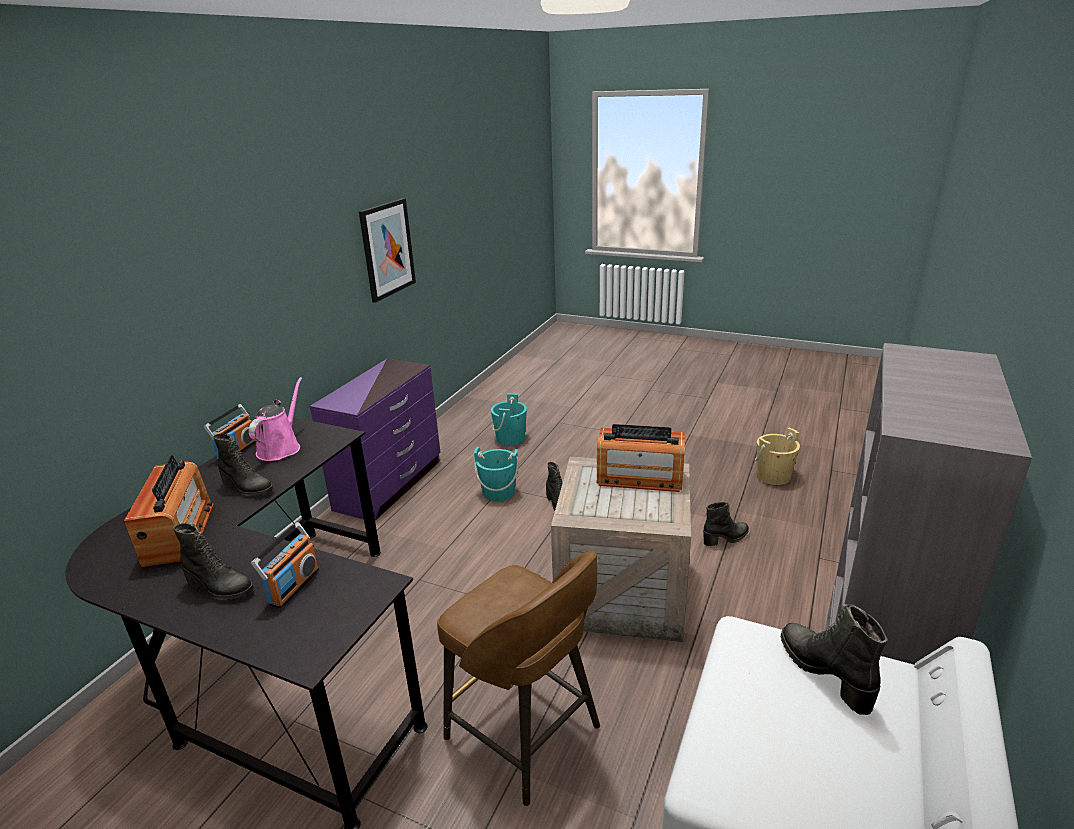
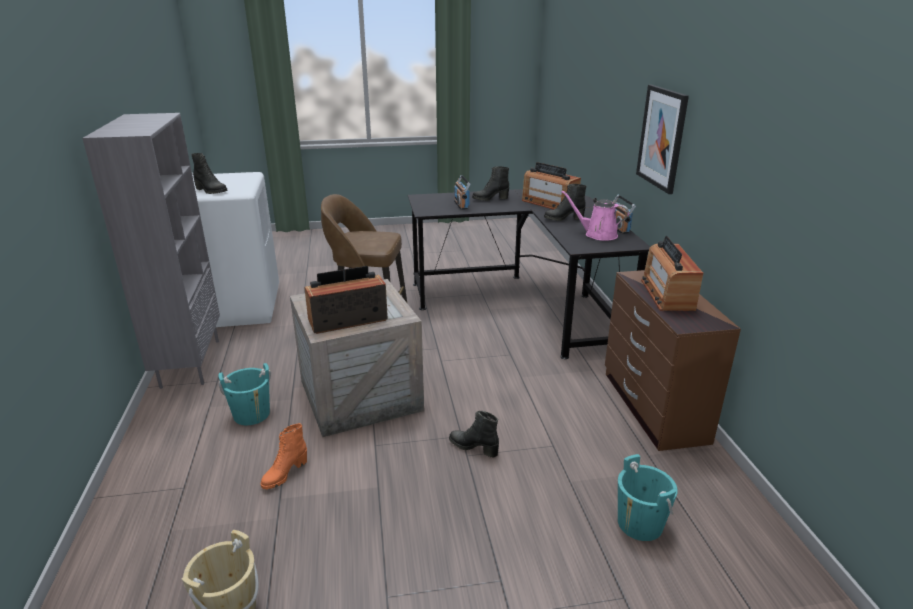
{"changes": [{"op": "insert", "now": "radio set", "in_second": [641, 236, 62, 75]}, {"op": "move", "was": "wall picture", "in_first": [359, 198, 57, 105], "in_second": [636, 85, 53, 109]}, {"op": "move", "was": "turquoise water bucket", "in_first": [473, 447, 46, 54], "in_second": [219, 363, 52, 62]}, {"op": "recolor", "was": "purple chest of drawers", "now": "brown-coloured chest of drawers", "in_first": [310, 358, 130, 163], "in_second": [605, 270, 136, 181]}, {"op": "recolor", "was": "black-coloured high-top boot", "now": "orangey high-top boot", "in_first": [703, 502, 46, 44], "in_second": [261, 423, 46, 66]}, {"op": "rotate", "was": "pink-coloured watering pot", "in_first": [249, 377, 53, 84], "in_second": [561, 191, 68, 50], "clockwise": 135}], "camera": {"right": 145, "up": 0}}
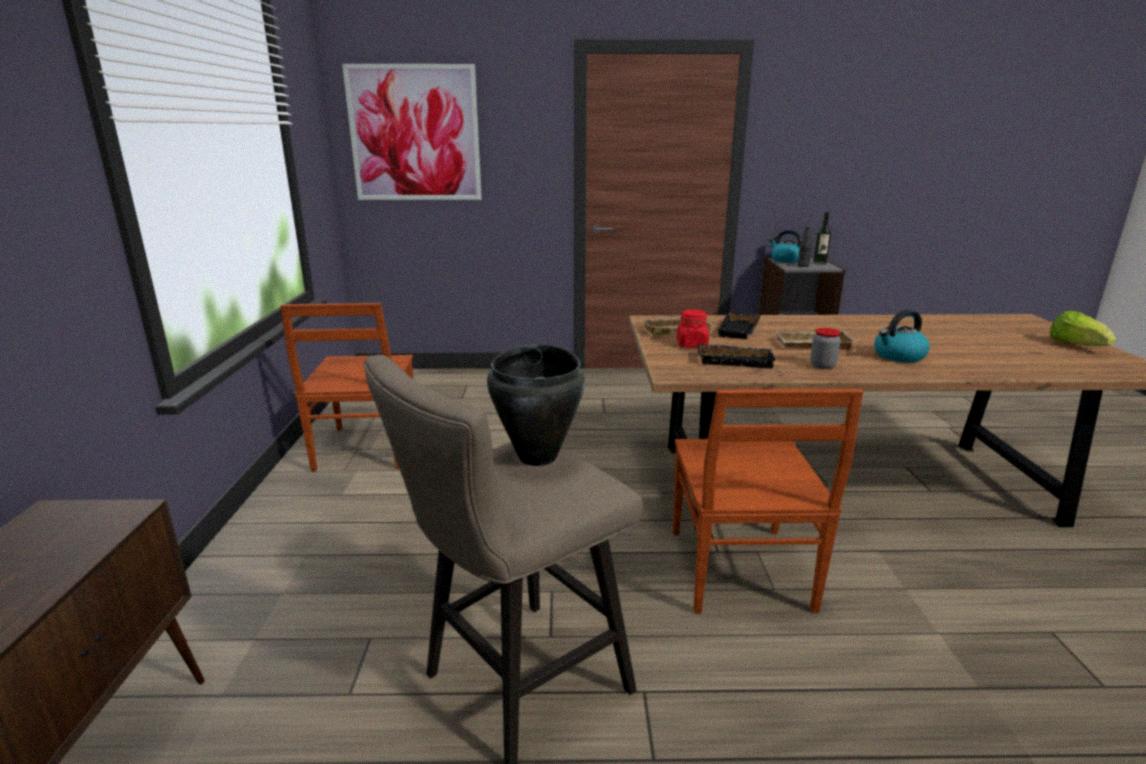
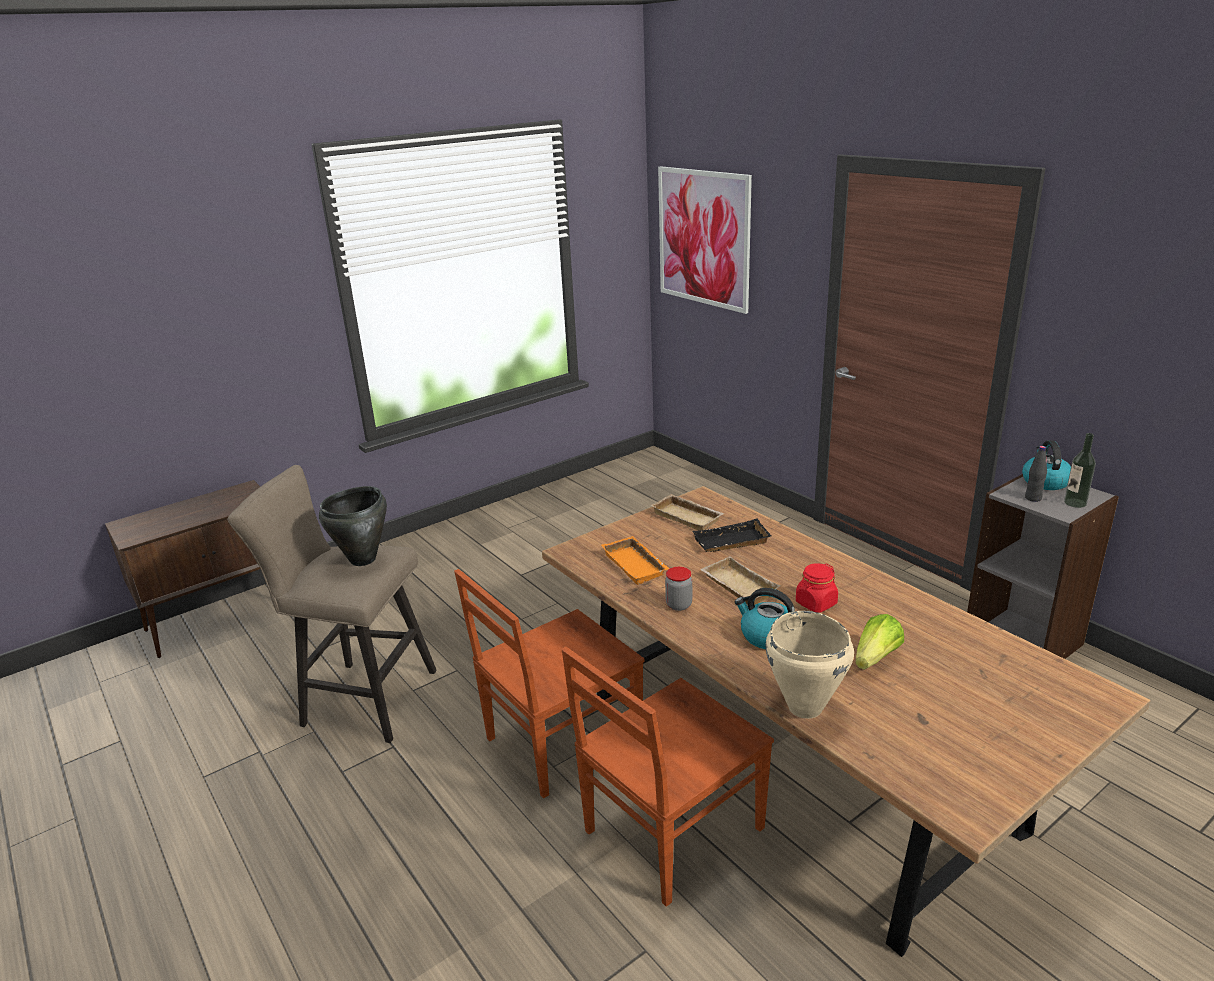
{"changes": [{"op": "insert", "now": "sand-coloured saucepot", "in_second": [765, 611, 89, 108]}, {"op": "move", "was": "brown-coloured chair", "in_first": [280, 303, 133, 169], "in_second": [561, 647, 213, 260]}, {"op": "move", "was": "red-coloured storage jar", "in_first": [676, 309, 33, 39], "in_second": [796, 563, 42, 50]}, {"op": "move", "was": "head of lettuce", "in_first": [1050, 311, 66, 35], "in_second": [855, 614, 49, 56]}, {"op": "recolor", "was": "black-coloured carrying tray", "now": "orangey carrying tray", "in_first": [697, 344, 80, 24], "in_second": [601, 536, 68, 49]}], "camera": {"right": 55, "up": 5}}
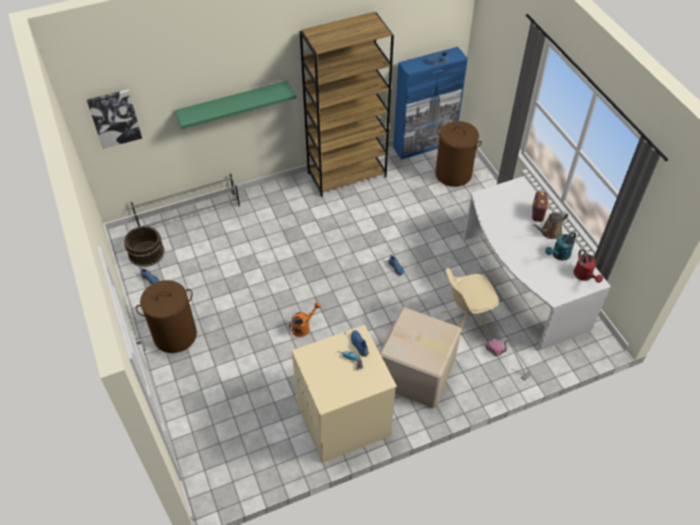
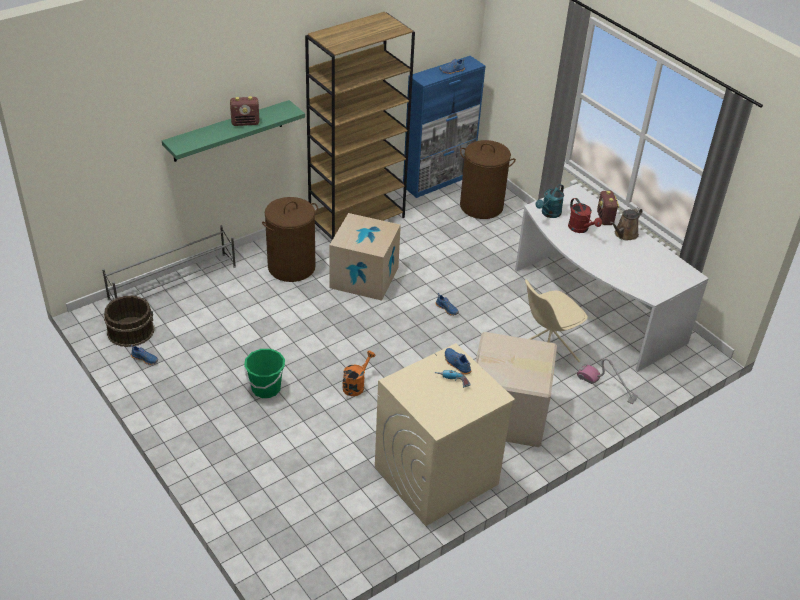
{"changes": [{"op": "delete", "was": "wall picture", "in_first": [87, 89, 55, 60]}, {"op": "insert", "now": "radio set", "in_second": [230, 96, 30, 30]}, {"op": "insert", "now": "greenish water bucket", "in_second": [244, 349, 41, 49]}, {"op": "insert", "now": "packing box", "in_second": [329, 213, 72, 88]}, {"op": "move", "was": "brown-coloured laundry basket", "in_first": [136, 280, 61, 73], "in_second": [262, 197, 56, 85]}, {"op": "move", "was": "turquoise watering pot", "in_first": [545, 232, 31, 29], "in_second": [536, 184, 28, 34]}, {"op": "move", "was": "red-coloured watering pot", "in_first": [574, 249, 29, 34], "in_second": [568, 198, 34, 35]}], "camera": {"right": -15, "up": -10}}
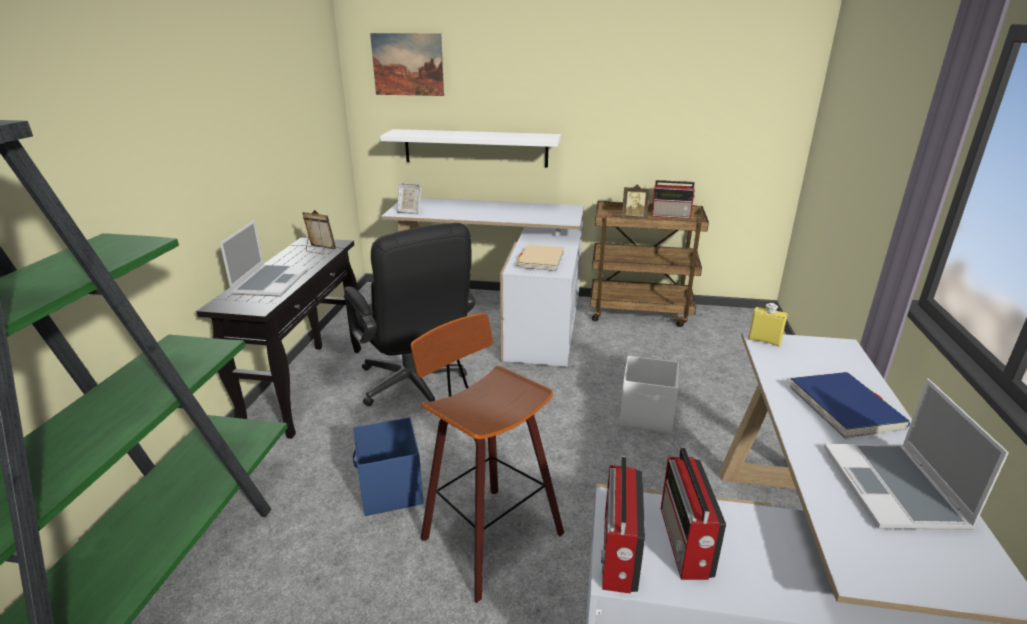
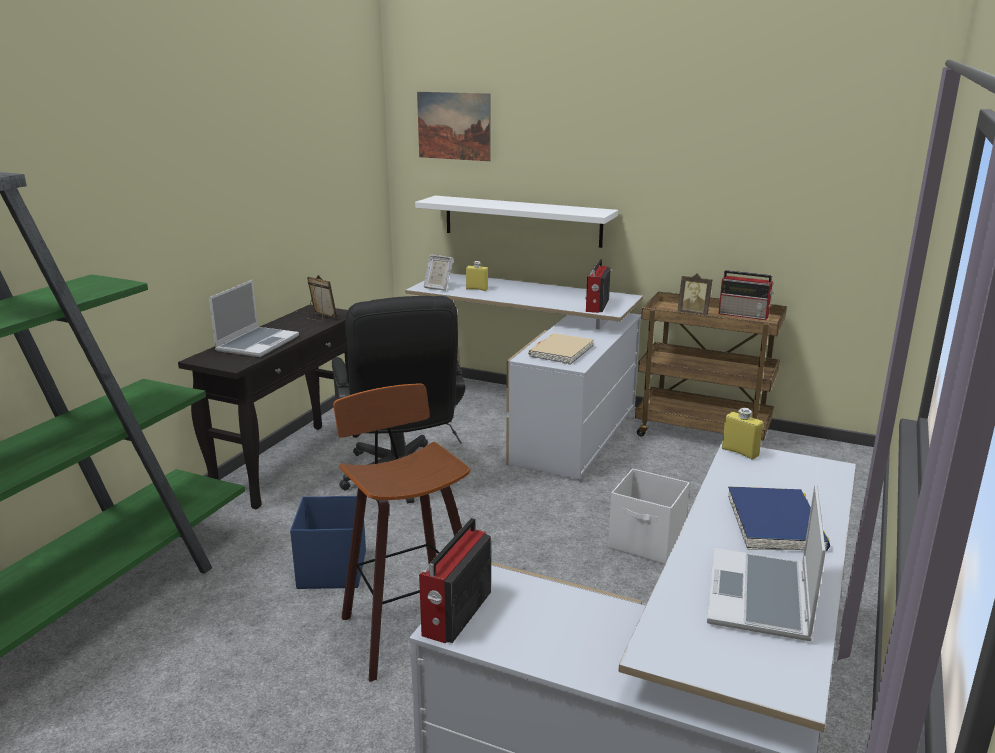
{"changes": [{"op": "insert", "now": "yellow beverage bottle", "in_second": [466, 261, 22, 30]}, {"op": "move", "was": "radio set", "in_first": [661, 447, 65, 133], "in_second": [586, 259, 25, 54]}], "camera": {"right": 15, "up": -5}}
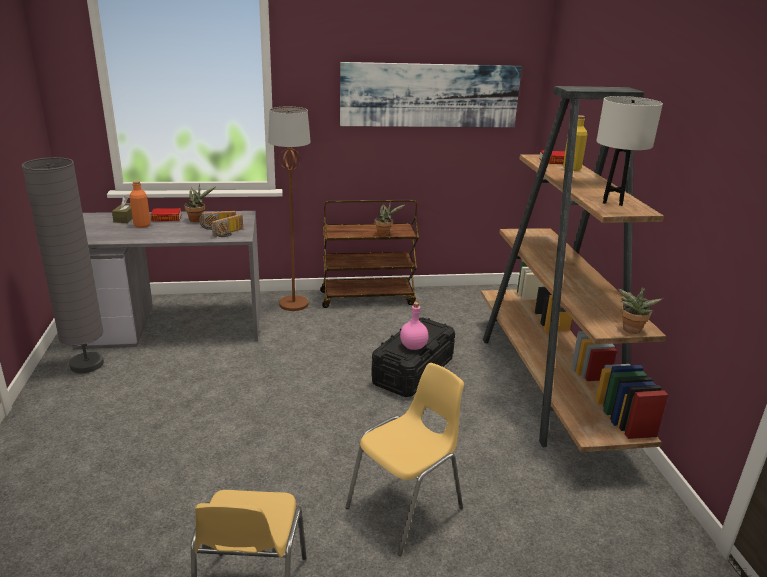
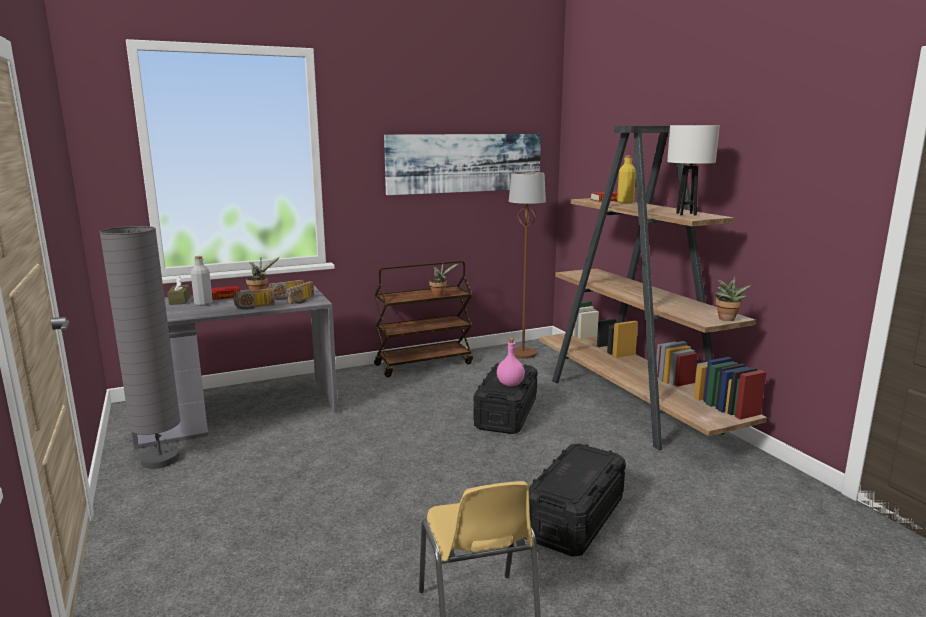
{"changes": [{"op": "insert", "now": "radio set", "in_second": [233, 288, 42, 21]}, {"op": "move", "was": "brown-coloured floor lamp", "in_first": [268, 107, 43, 204], "in_second": [509, 172, 37, 187]}, {"op": "replace", "was": "yellow chair", "now": "black-coloured storage box", "in_first": [345, 363, 119, 193], "in_second": [524, 443, 102, 114]}, {"op": "recolor", "was": "orangey beverage bottle", "now": "greyish beverage bottle", "in_first": [130, 181, 21, 47], "in_second": [191, 256, 22, 50]}], "camera": {"right": -15, "up": -10}}
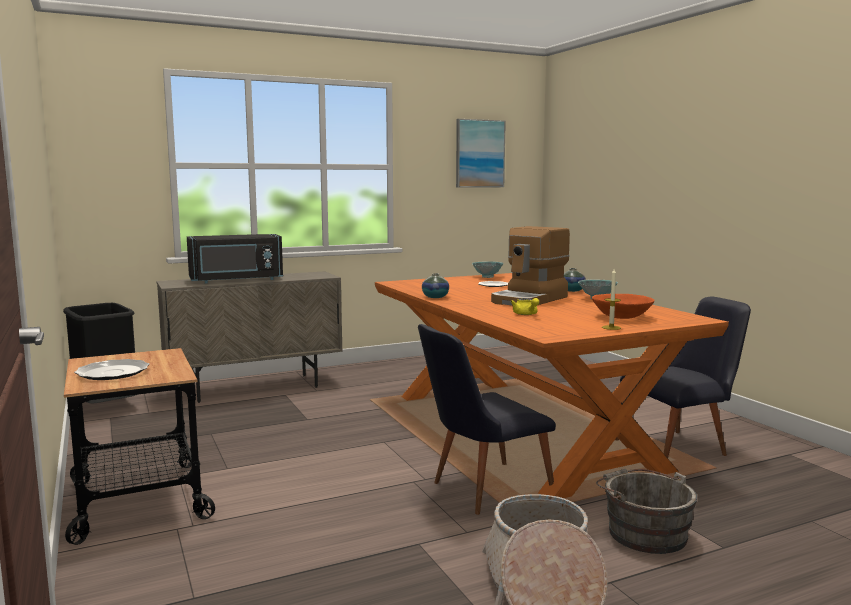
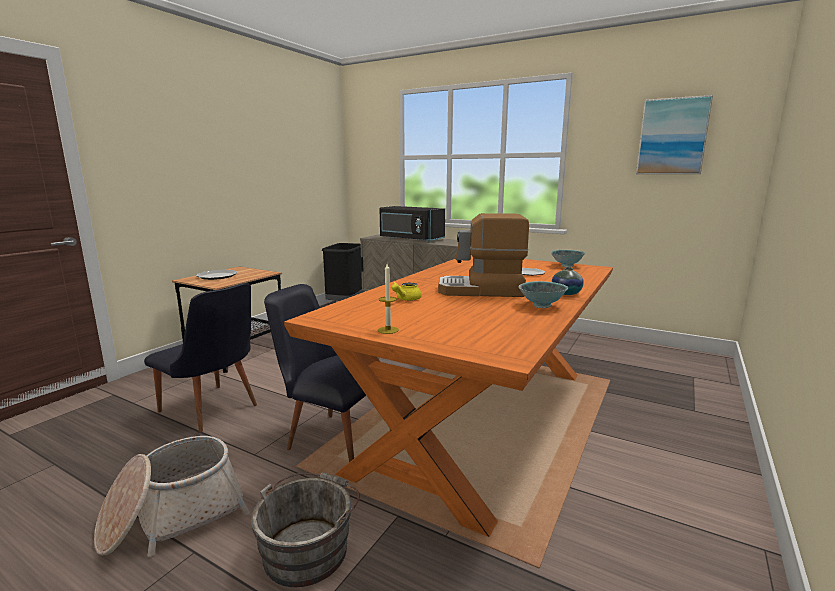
{"changes": [{"op": "delete", "was": "vase", "in_first": [422, 273, 27, 25]}, {"op": "delete", "was": "orangey serving bowl", "in_first": [592, 294, 63, 25]}, {"op": "move", "was": "black-coloured chair", "in_first": [615, 296, 136, 162], "in_second": [144, 283, 113, 150]}], "camera": {"right": 55, "up": 5}}
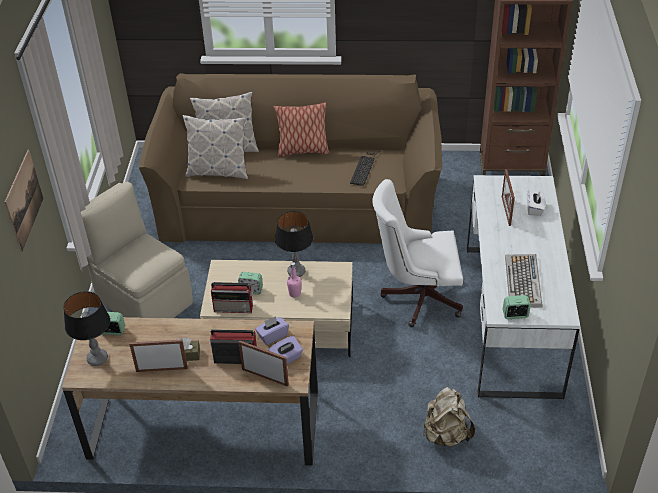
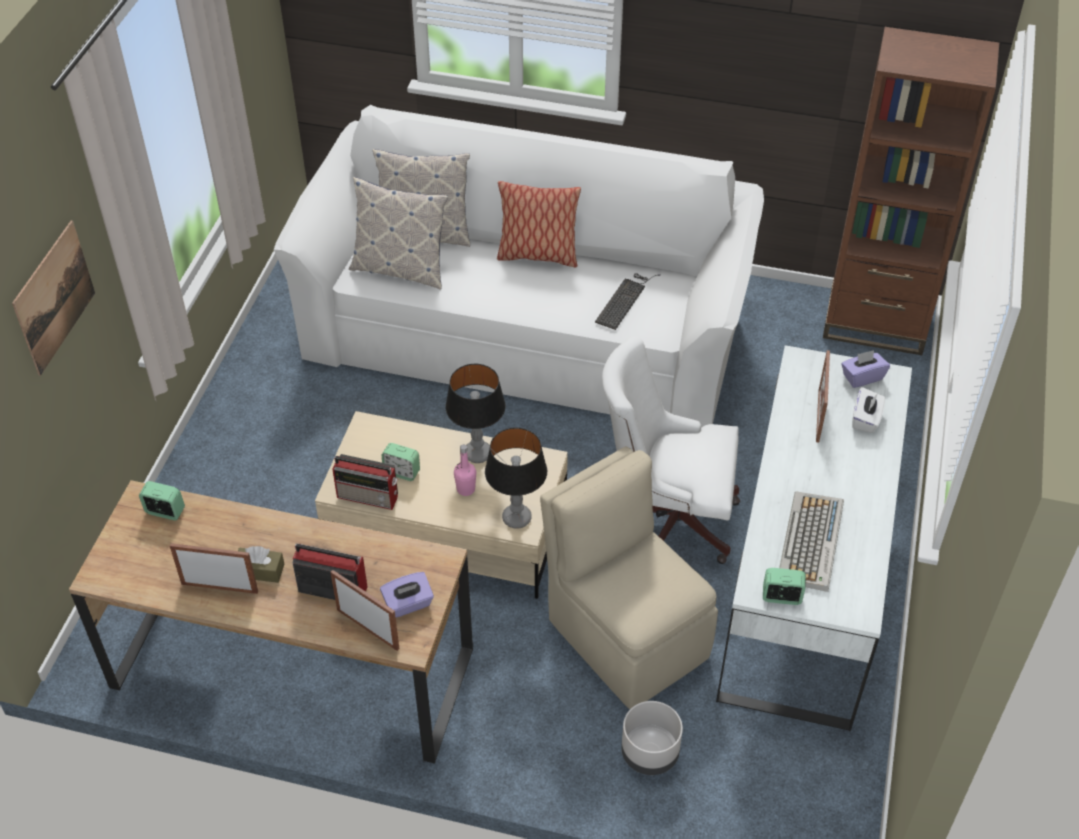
{"changes": [{"op": "move", "was": "tabletop lamp", "in_first": [63, 291, 47, 75], "in_second": [485, 427, 62, 102]}, {"op": "move", "was": "sand-coloured chair", "in_first": [81, 182, 112, 136], "in_second": [540, 446, 178, 263]}, {"op": "move", "was": "purple box of tissues", "in_first": [255, 316, 34, 29], "in_second": [841, 350, 49, 38]}, {"op": "replace", "was": "sand-coloured knapsack", "now": "greyish flower pot", "in_first": [423, 387, 52, 60], "in_second": [621, 701, 62, 74]}, {"op": "recolor", "was": "brown-coloured couch", "now": "white couch", "in_first": [139, 73, 303, 170], "in_second": [274, 105, 490, 322]}], "camera": {"right": 10, "up": 5}}
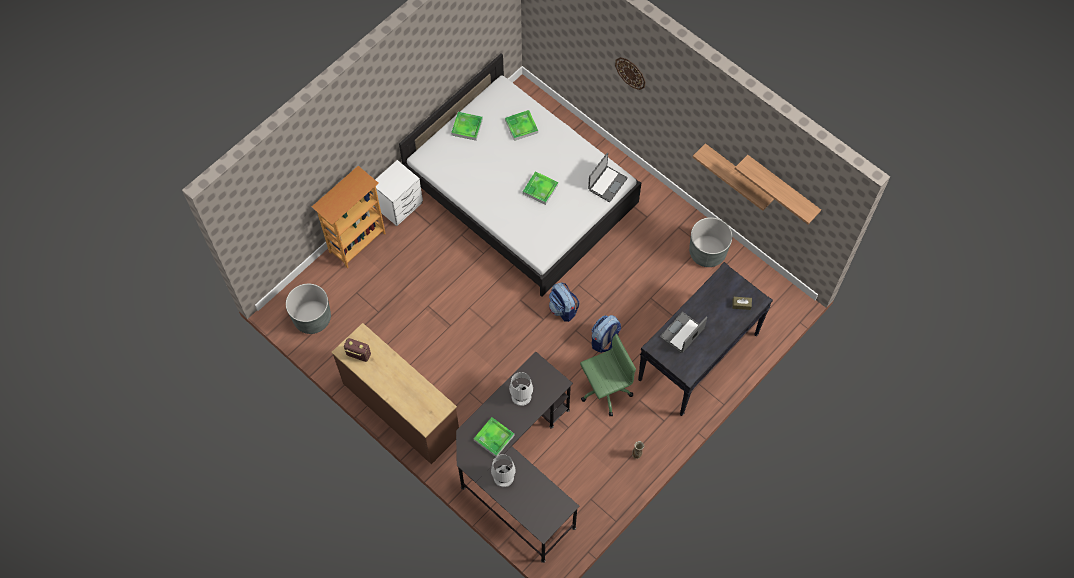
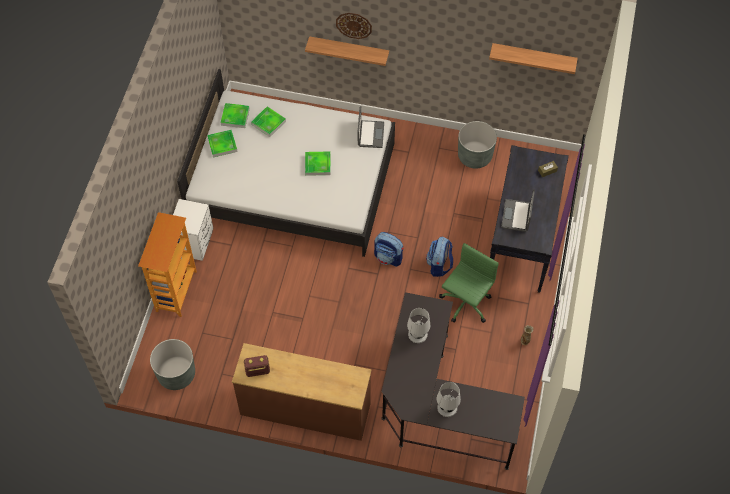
{"changes": [{"op": "move", "was": "carrying tray", "in_first": [474, 417, 41, 40], "in_second": [221, 103, 29, 25]}, {"op": "move", "was": "wall shelf", "in_first": [693, 143, 81, 68], "in_second": [305, 36, 84, 30]}], "camera": {"right": -30, "up": -5}}
